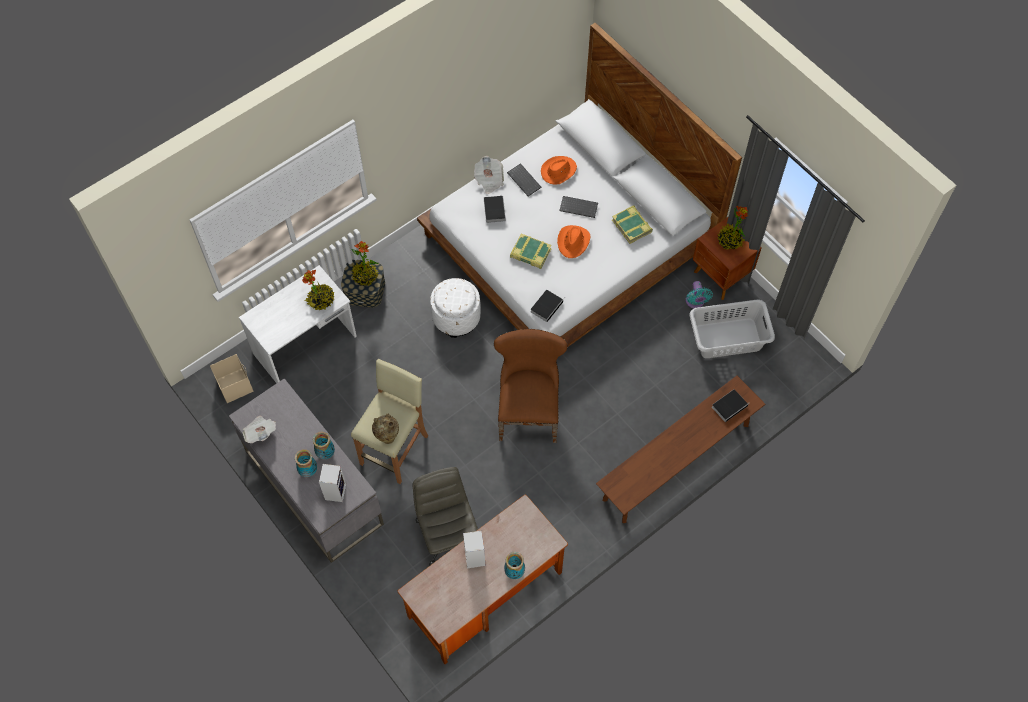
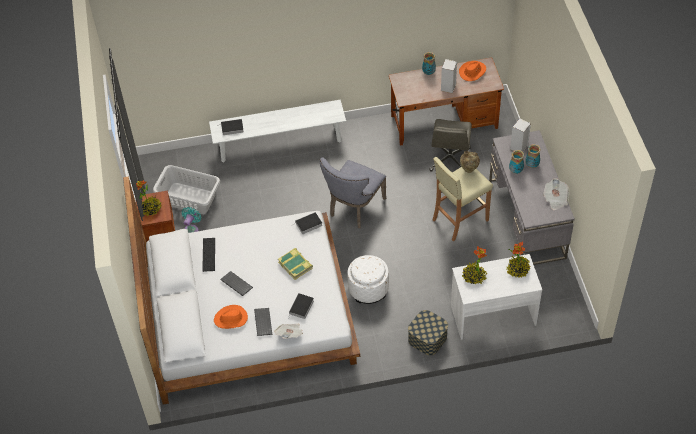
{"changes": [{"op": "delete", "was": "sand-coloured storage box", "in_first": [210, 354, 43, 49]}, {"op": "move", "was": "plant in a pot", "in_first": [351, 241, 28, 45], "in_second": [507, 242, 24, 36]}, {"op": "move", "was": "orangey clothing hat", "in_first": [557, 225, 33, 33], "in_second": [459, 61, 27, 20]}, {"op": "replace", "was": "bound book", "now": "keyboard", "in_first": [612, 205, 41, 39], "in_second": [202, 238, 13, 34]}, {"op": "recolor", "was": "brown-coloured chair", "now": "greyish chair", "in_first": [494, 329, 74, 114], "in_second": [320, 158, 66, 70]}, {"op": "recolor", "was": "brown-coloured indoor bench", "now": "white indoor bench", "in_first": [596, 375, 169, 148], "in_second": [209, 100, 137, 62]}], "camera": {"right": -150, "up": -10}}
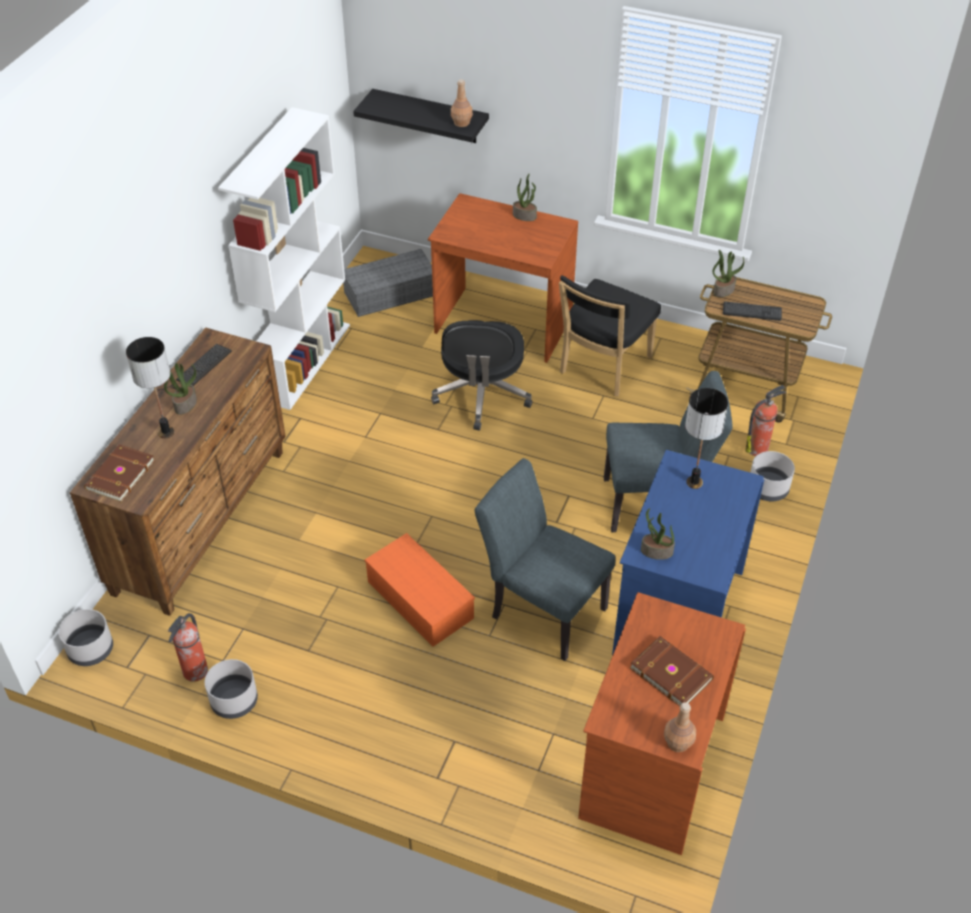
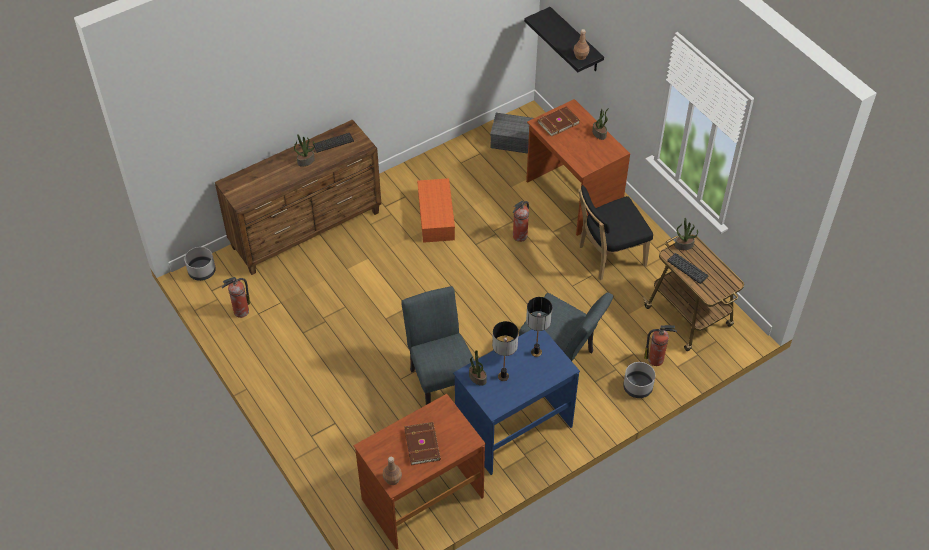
{"changes": [{"op": "delete", "was": "greyish flower pot", "in_first": [205, 659, 53, 60]}, {"op": "delete", "was": "white bookshelf", "in_first": [218, 107, 132, 303]}, {"op": "move", "was": "brown-coloured bound book", "in_first": [84, 444, 71, 58], "in_second": [537, 106, 43, 31]}, {"op": "move", "was": "tabletop lamp", "in_first": [126, 337, 48, 101], "in_second": [492, 321, 27, 60]}, {"op": "move", "was": "orangey storage box", "in_first": [365, 533, 110, 114], "in_second": [417, 178, 38, 65]}, {"op": "replace", "was": "black-coloured office chair", "now": "fire extinguisher", "in_first": [431, 320, 102, 111], "in_second": [513, 200, 16, 42]}], "camera": {"right": 35, "up": 5}}
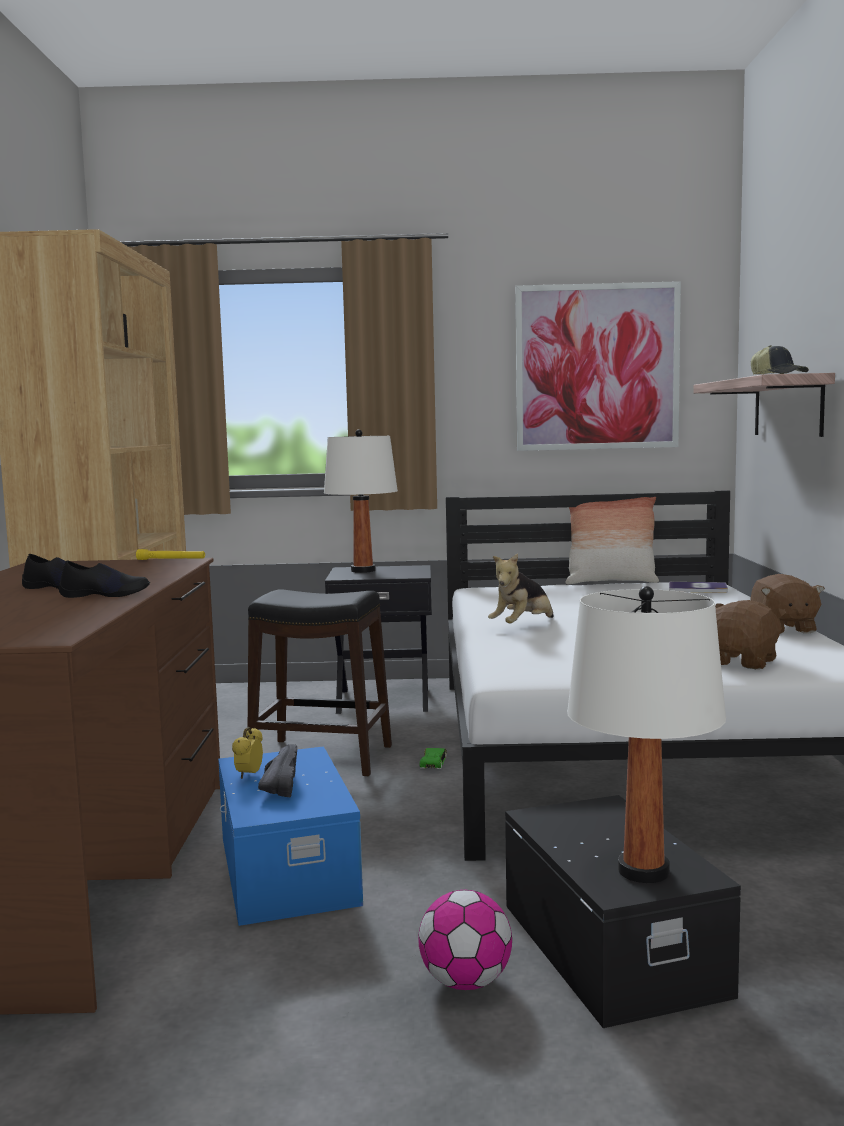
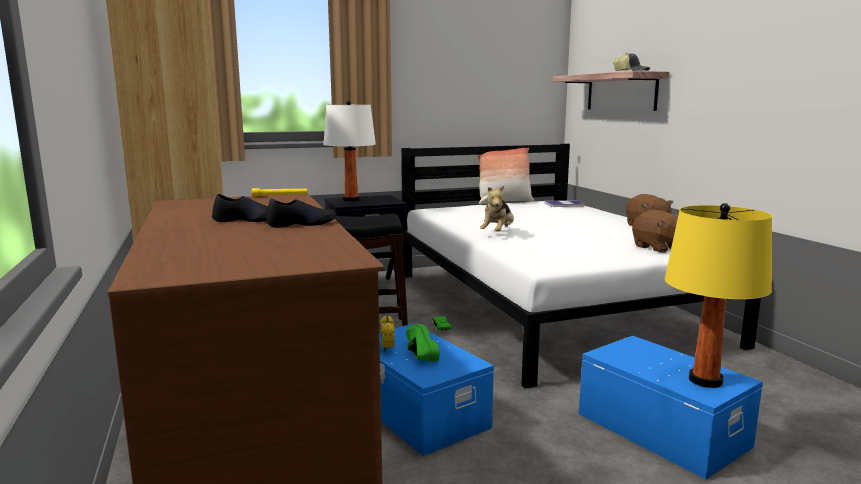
{"changes": [{"op": "delete", "was": "ball for football", "in_first": [418, 890, 94, 100]}, {"op": "delete", "was": "wall picture", "in_first": [515, 281, 166, 170]}, {"op": "recolor", "was": "black-coloured shoe", "now": "greenish shoe", "in_first": [258, 744, 39, 53], "in_second": [406, 324, 34, 38]}, {"op": "recolor", "was": "black-coloured storage box", "now": "bluish storage box", "in_first": [505, 795, 236, 233], "in_second": [579, 336, 184, 143]}, {"op": "recolor", "was": "white tabletop lamp", "now": "yellow tabletop lamp", "in_first": [567, 586, 159, 297], "in_second": [665, 203, 107, 185]}, {"op": "rotate", "was": "brown-coloured cuddly toy", "in_first": [715, 600, 71, 69], "in_second": [632, 210, 46, 43], "clockwise": 135}], "camera": {"right": -20, "up": 5}}
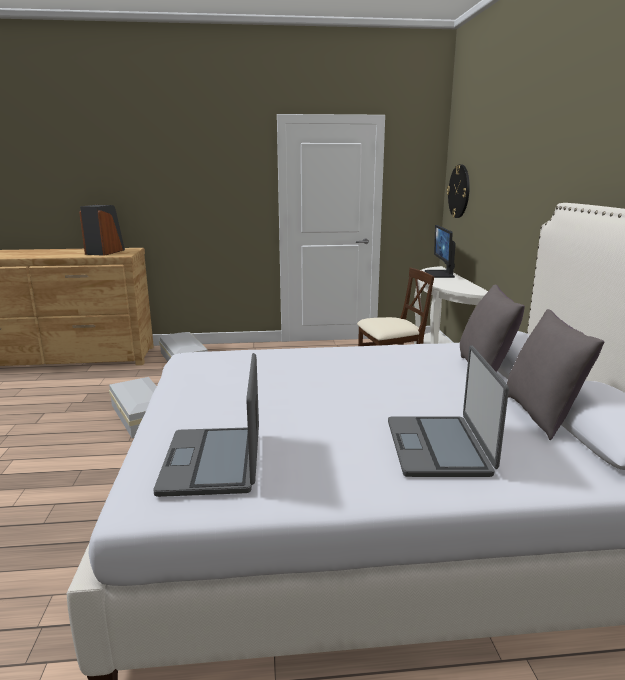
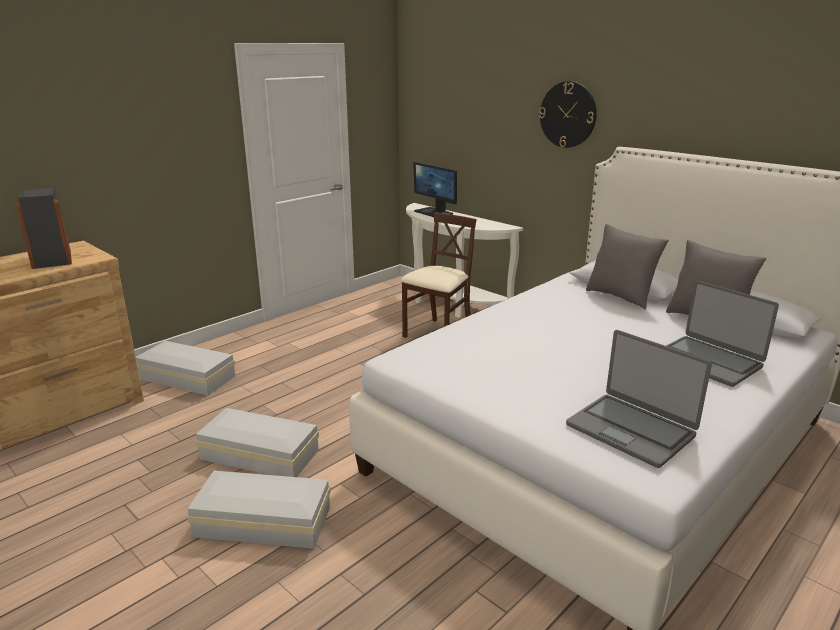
{"changes": [{"op": "insert", "now": "white storage box", "in_second": [187, 471, 144, 78]}, {"op": "move", "was": "wall clock", "in_first": [447, 164, 23, 54], "in_second": [539, 81, 58, 67]}], "camera": {"right": -40, "up": 5}}
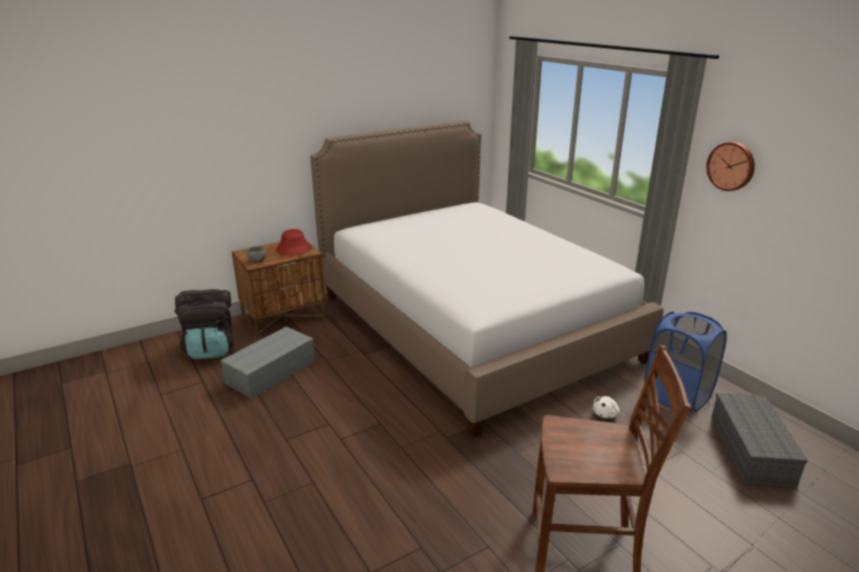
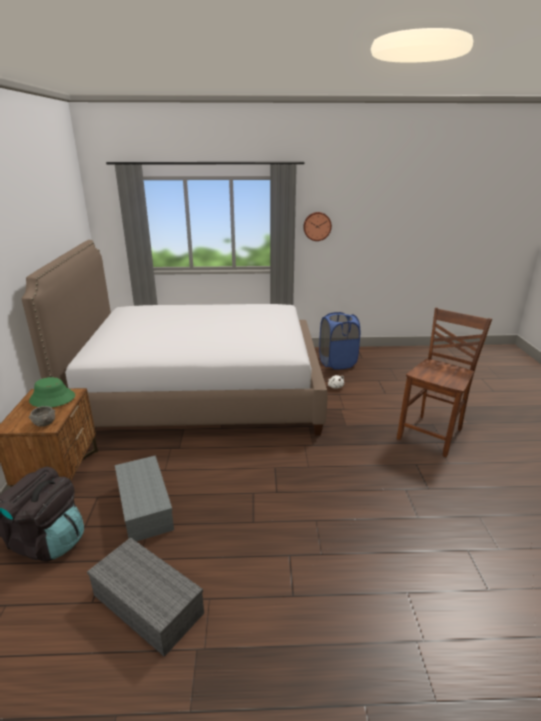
{"changes": [{"op": "move", "was": "greyish storage box", "in_first": [711, 393, 97, 94], "in_second": [87, 537, 117, 120]}, {"op": "recolor", "was": "red-coloured clothing hat", "now": "greenish clothing hat", "in_first": [276, 229, 35, 27], "in_second": [29, 377, 46, 30]}], "camera": {"right": -60, "up": 0}}
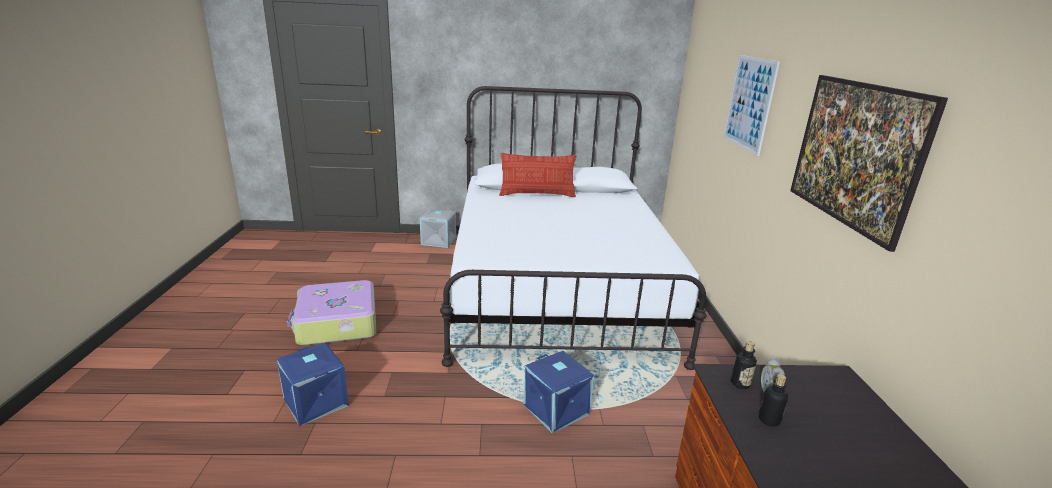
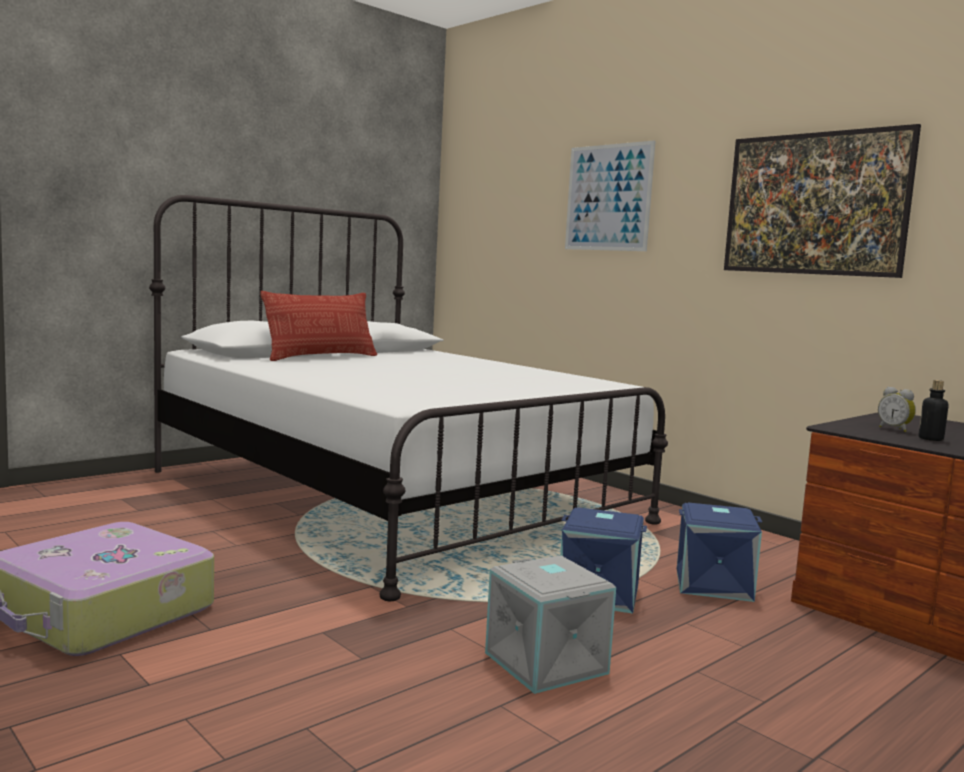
{"changes": [{"op": "delete", "was": "beverage bottle", "in_first": [731, 341, 26, 48]}, {"op": "move", "was": "bluish storage box", "in_first": [277, 343, 72, 83], "in_second": [677, 503, 85, 99]}, {"op": "move", "was": "greyish storage box", "in_first": [420, 209, 36, 39], "in_second": [485, 555, 131, 139]}], "camera": {"right": -40, "up": -15}}
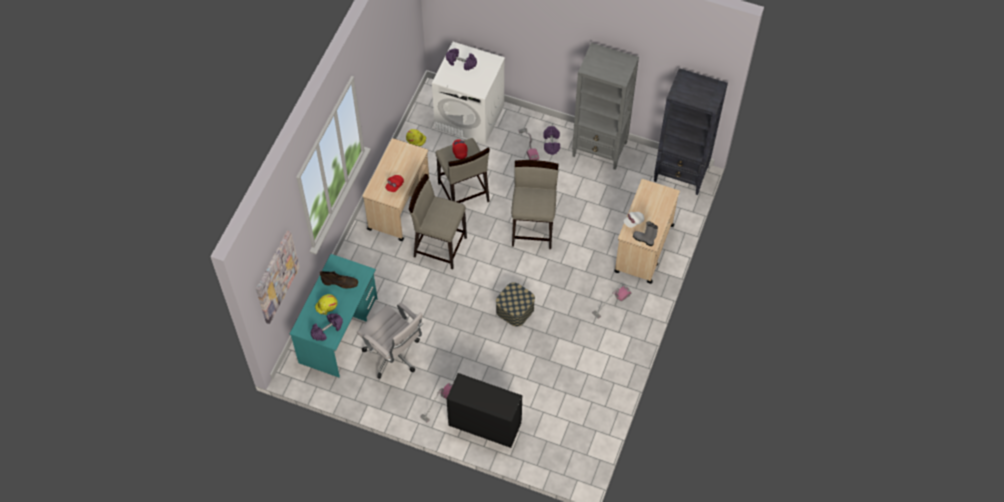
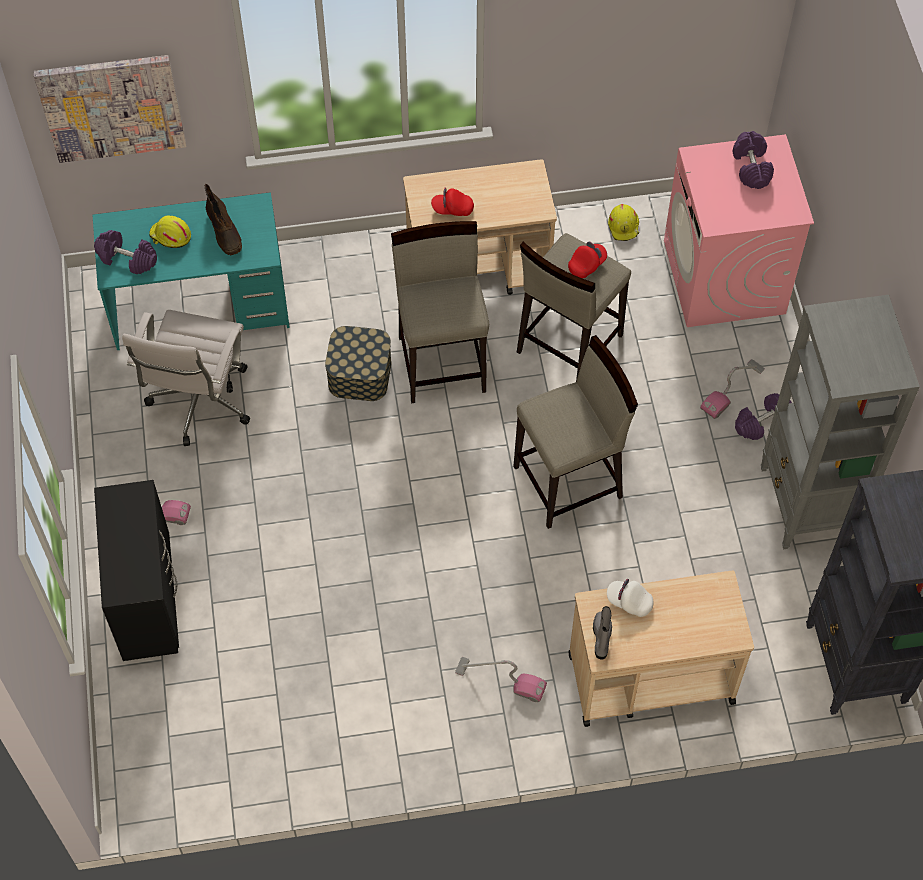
{"changes": [{"op": "move", "was": "storage box", "in_first": [496, 282, 39, 45], "in_second": [325, 326, 66, 75]}, {"op": "recolor", "was": "white laundry machine", "now": "pink-coloured laundry machine", "in_first": [432, 42, 73, 102], "in_second": [664, 134, 150, 193]}], "camera": {"right": 60, "up": 0}}
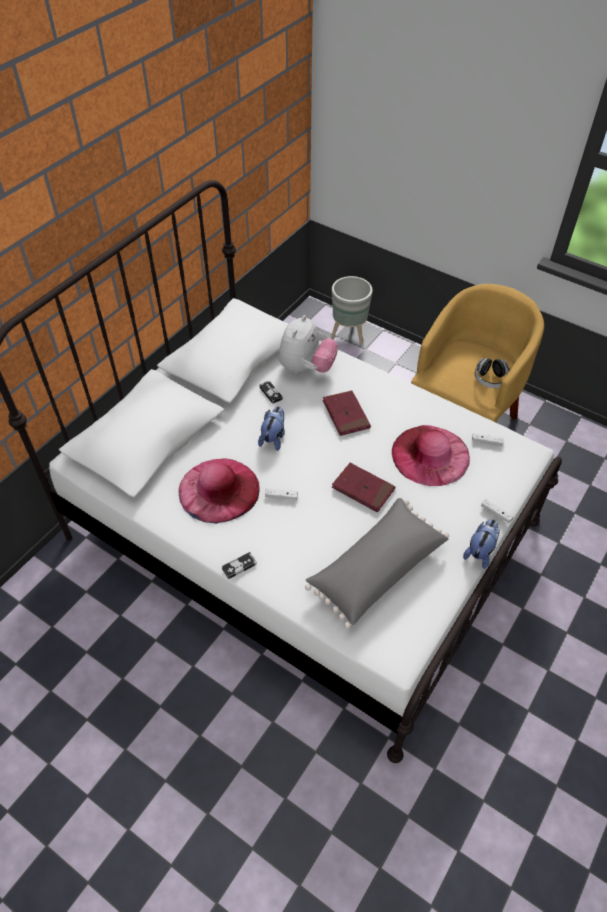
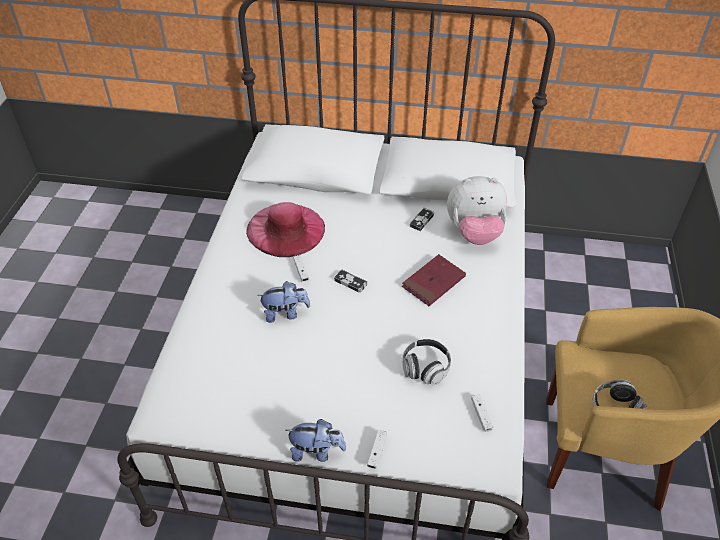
{"changes": [{"op": "delete", "was": "greyish throw pillow", "in_first": [305, 498, 144, 131]}, {"op": "delete", "was": "greyish flower pot", "in_first": [331, 276, 42, 69]}, {"op": "delete", "was": "red-coloured bound book", "in_first": [332, 463, 63, 50]}, {"op": "move", "was": "joypad", "in_first": [222, 552, 35, 27], "in_second": [334, 270, 33, 23]}, {"op": "move", "was": "cuddly toy", "in_first": [258, 406, 27, 45], "in_second": [257, 281, 53, 42]}, {"op": "replace", "was": "pink-coloured clothing hat", "now": "pair of headphones", "in_first": [392, 425, 78, 61], "in_second": [403, 339, 48, 47]}], "camera": {"right": 65, "up": -5}}
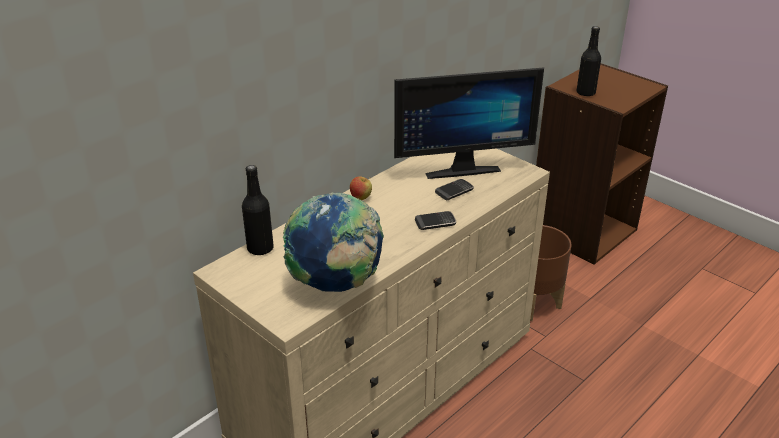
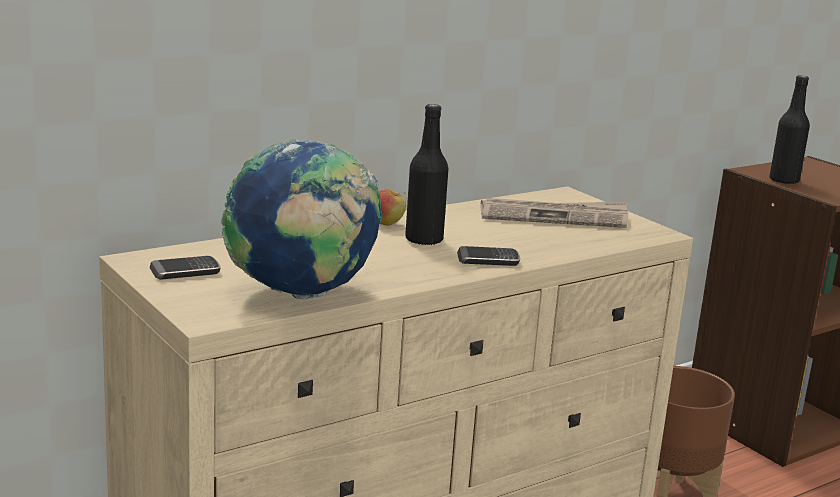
{"changes": [{"op": "move", "was": "black-coloured beverage bottle", "in_first": [242, 165, 32, 91], "in_second": [405, 104, 44, 142]}, {"op": "move", "was": "telephone", "in_first": [435, 179, 39, 21], "in_second": [150, 256, 71, 24]}, {"op": "replace", "was": "computer screen", "now": "daily paper", "in_first": [394, 67, 150, 112], "in_second": [481, 198, 147, 30]}], "camera": {"right": 10, "up": -15}}
